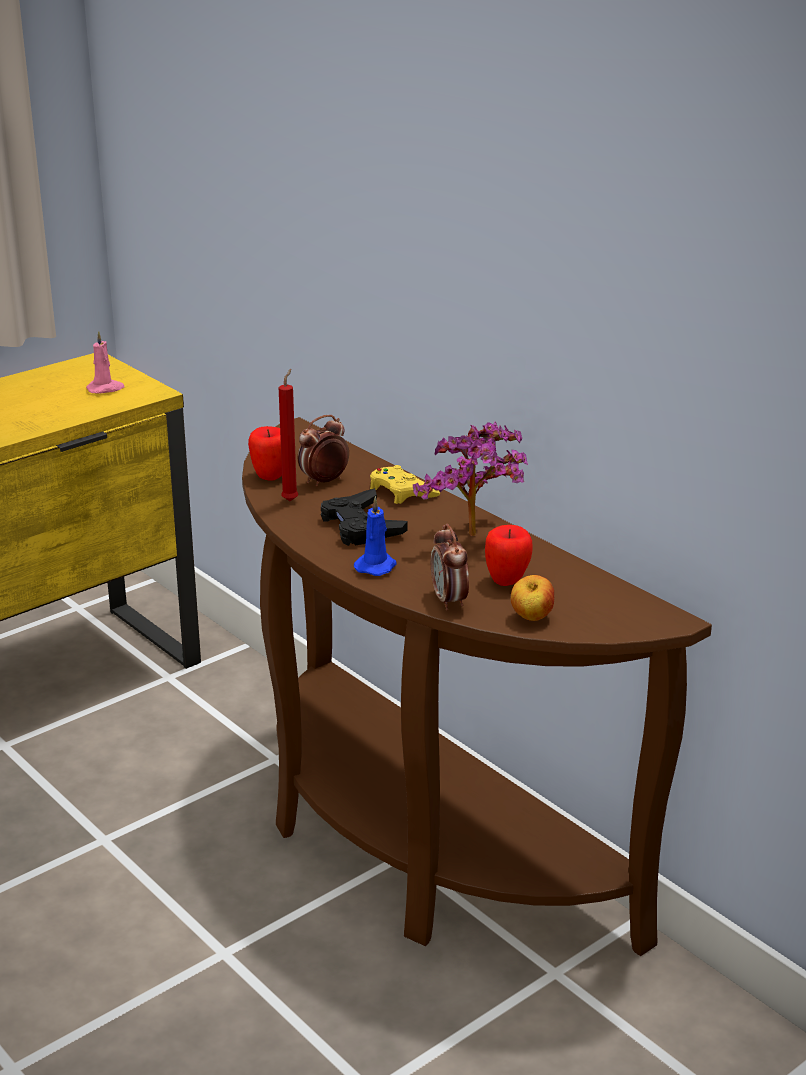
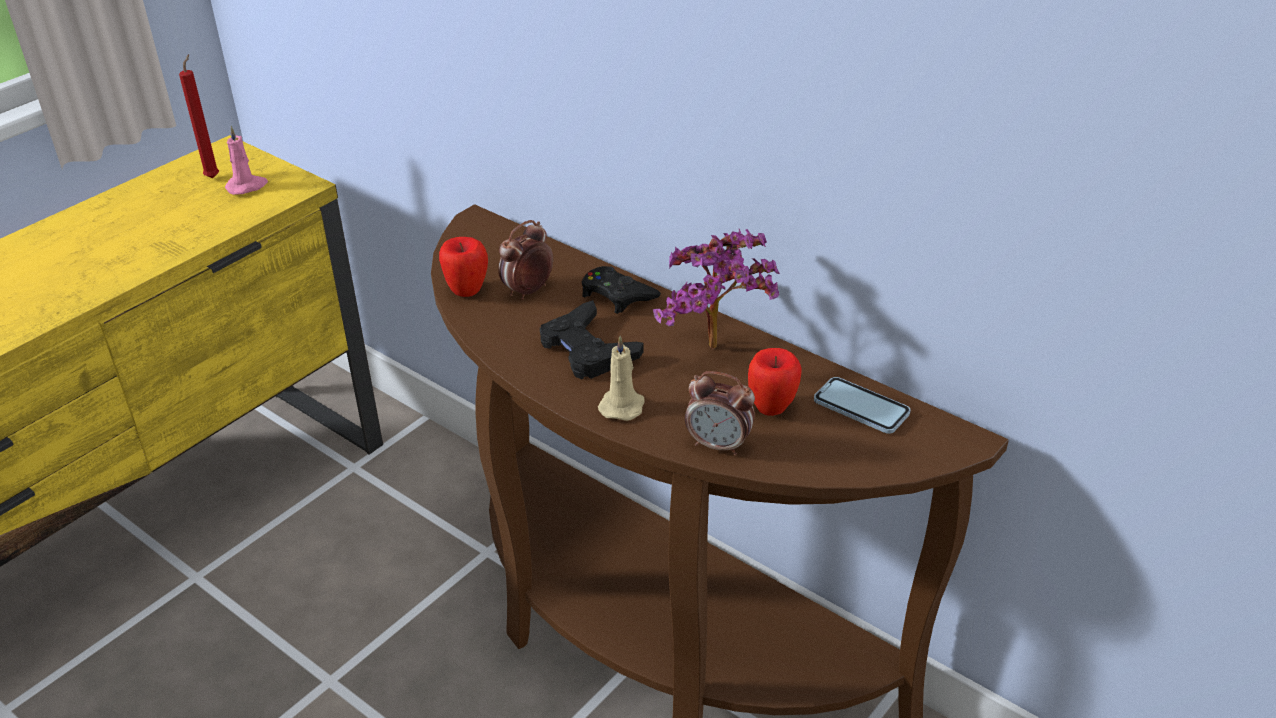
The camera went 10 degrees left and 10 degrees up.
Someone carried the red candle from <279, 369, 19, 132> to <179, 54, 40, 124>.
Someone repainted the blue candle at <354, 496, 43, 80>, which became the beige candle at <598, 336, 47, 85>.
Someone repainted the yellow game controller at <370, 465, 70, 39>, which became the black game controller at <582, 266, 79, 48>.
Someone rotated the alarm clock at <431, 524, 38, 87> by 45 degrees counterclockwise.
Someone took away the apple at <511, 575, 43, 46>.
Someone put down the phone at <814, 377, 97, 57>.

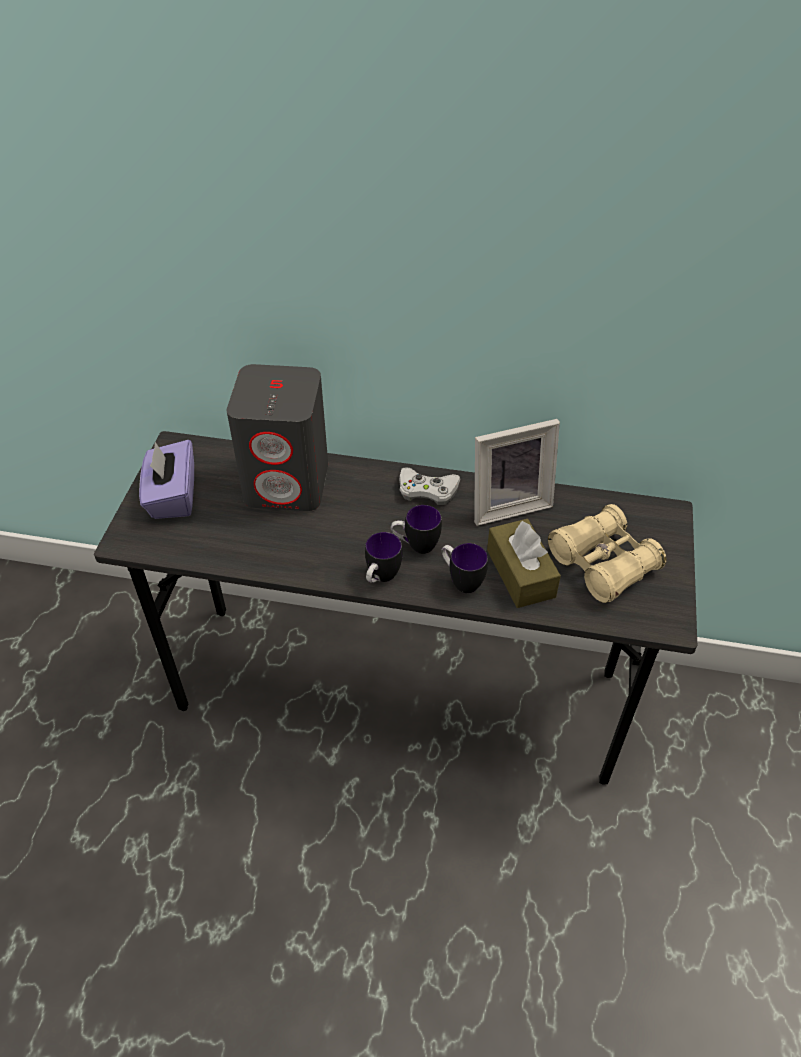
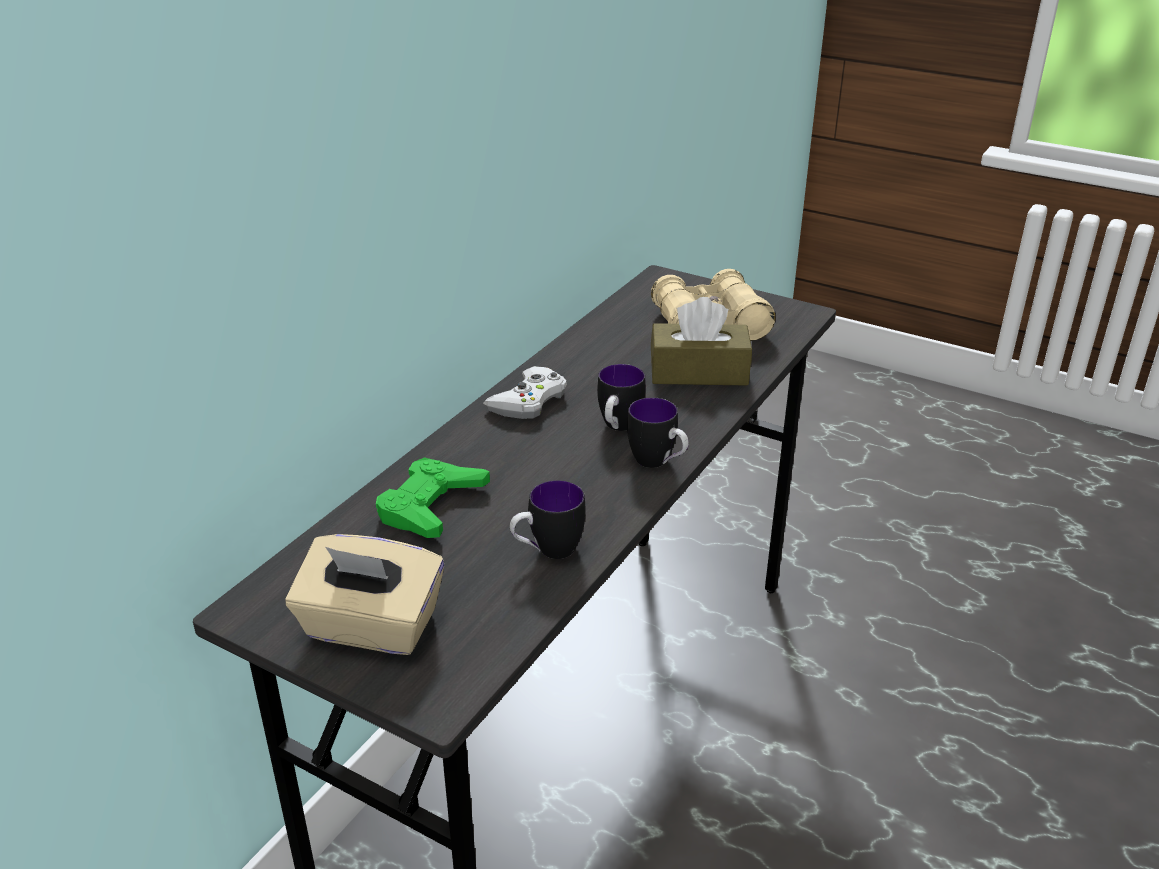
The camera went 70 degrees left and 15 degrees down.
Someone repainted the purple tissue box at <139, 440, 55, 79>, which became the beige tissue box at <285, 534, 159, 121>.
Someone swapped the grey speaker at <227, 364, 101, 147> for the green game controller at <376, 457, 114, 81>.
Someone carried the mug from <441, 543, 47, 50> to <510, 480, 76, 79>.
Someone took away the picture frame at <474, 419, 86, 107>.

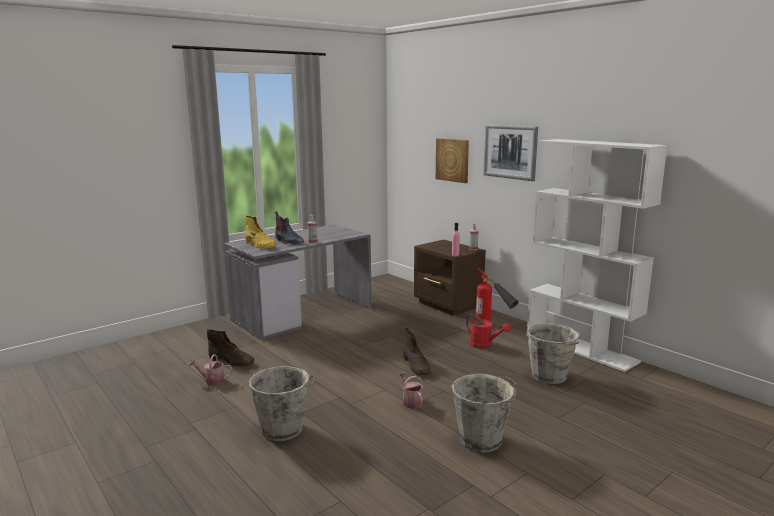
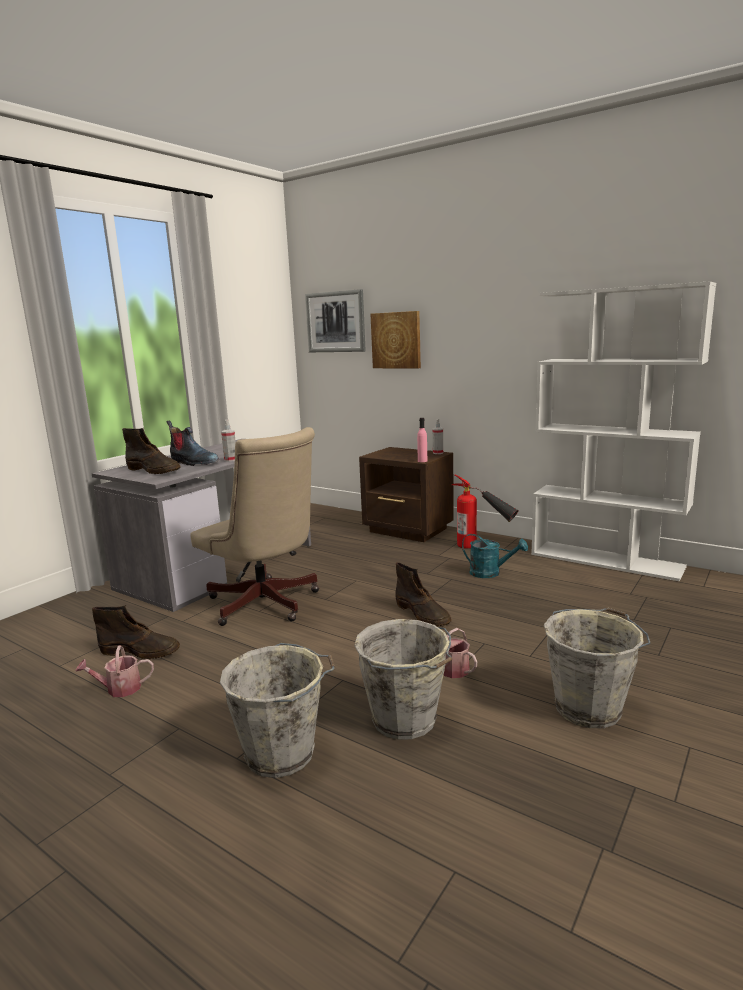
The camera went 15 degrees left and 0 degrees up.
Someone repainted the yellow boot at <245, 215, 31, 34>, which became the brown boot at <122, 428, 59, 46>.
Someone repainted the red watering can at <466, 314, 45, 35>, which became the turquoise watering can at <462, 534, 66, 44>.
Someone carried the picture from <483, 125, 55, 56> to <305, 289, 61, 63>.
Someone carried the grey bucket from <527, 323, 53, 61> to <354, 619, 98, 121>.
Someone put down the beige office chair at <190, 427, 129, 199>.

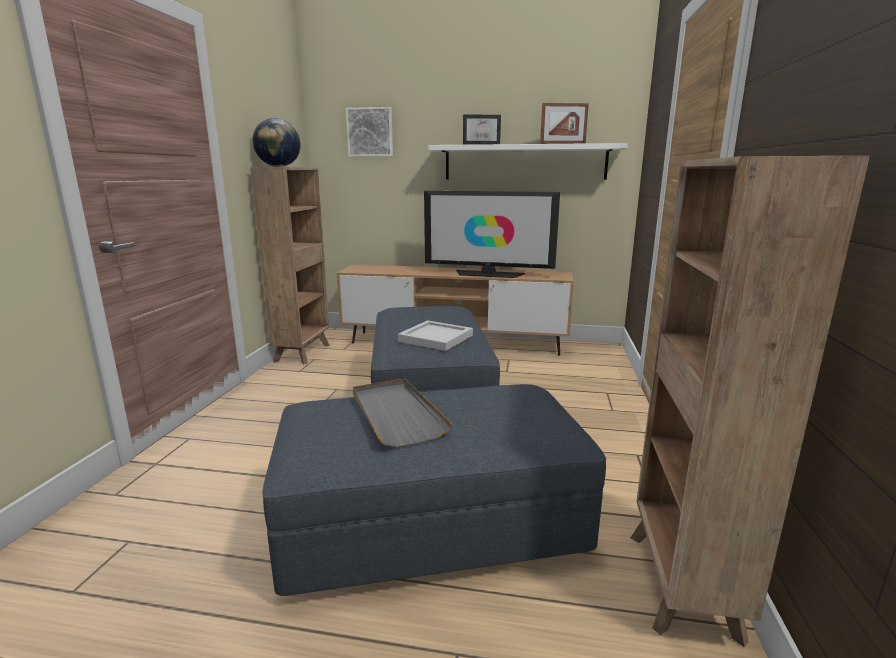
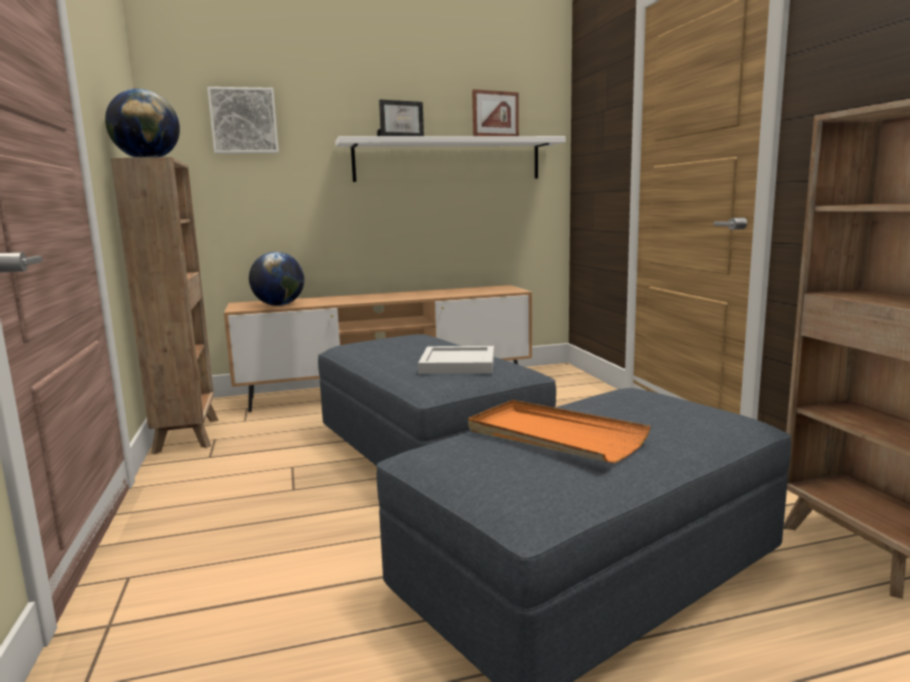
The camera went 25 degrees left and 5 degrees down.
Someone repainted the grey tray at <353, 379, 100, 68>, which became the orange tray at <468, 400, 183, 63>.
Someone took away the television at <424, 191, 136, 87>.
Someone put down the globe at <249, 252, 56, 54>.

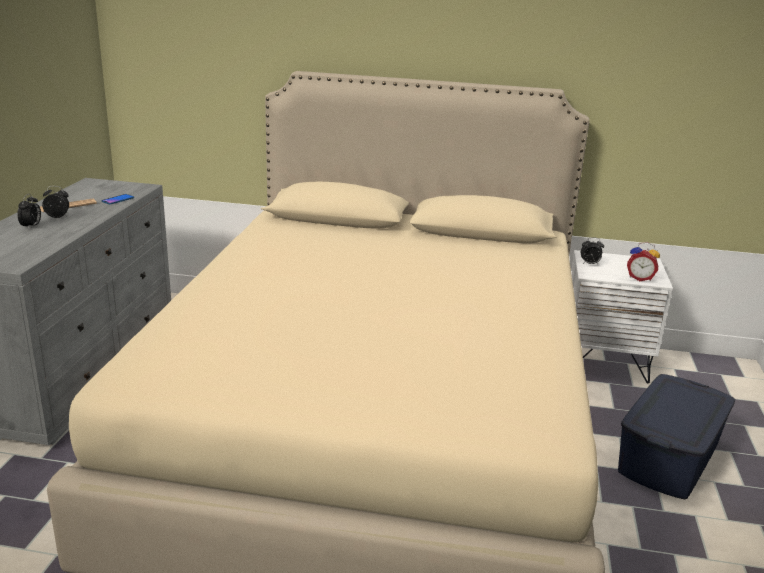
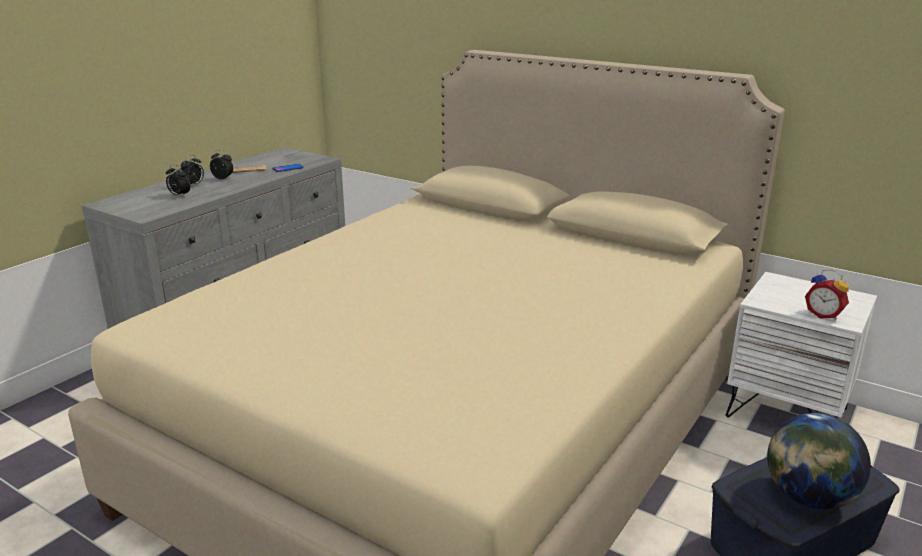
The camera went 25 degrees right and 0 degrees up.
Someone carried the alarm clock from <581, 237, 23, 28> to <166, 164, 24, 32>.
Someone put down the globe at <767, 413, 104, 96>.

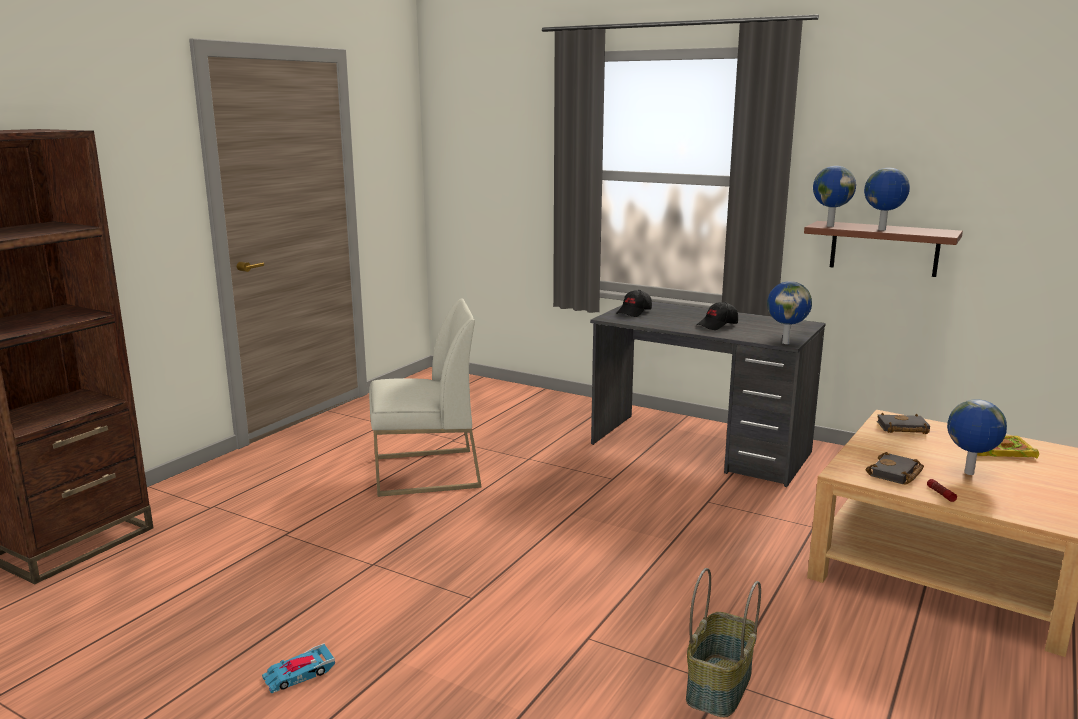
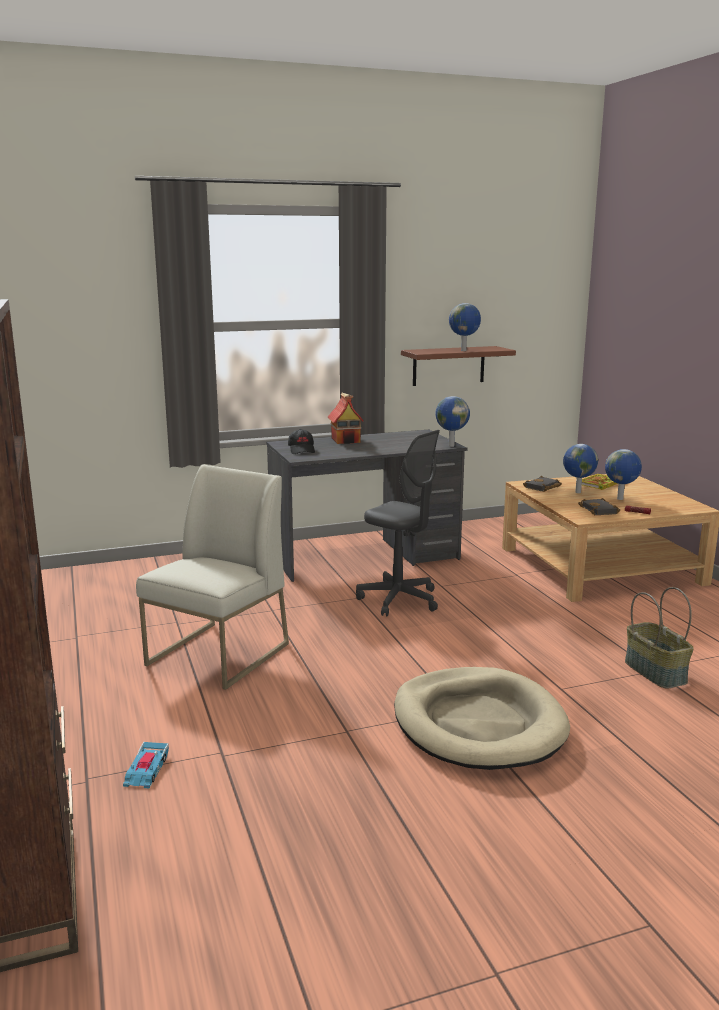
The camera went 50 degrees left and 0 degrees up.
Someone carried the toy car from <262, 643, 73, 51> to <123, 742, 46, 46>.
Someone took away the black cap at <697, 302, 41, 28>.
Someone carried the globe from <813, 166, 43, 61> to <563, 444, 35, 49>.
Someone put down the toy house at <328, 393, 36, 51>.
Someone put down the grey office chair at <356, 430, 84, 186>.
Someone put down the beige dog bed at <394, 667, 176, 103>.

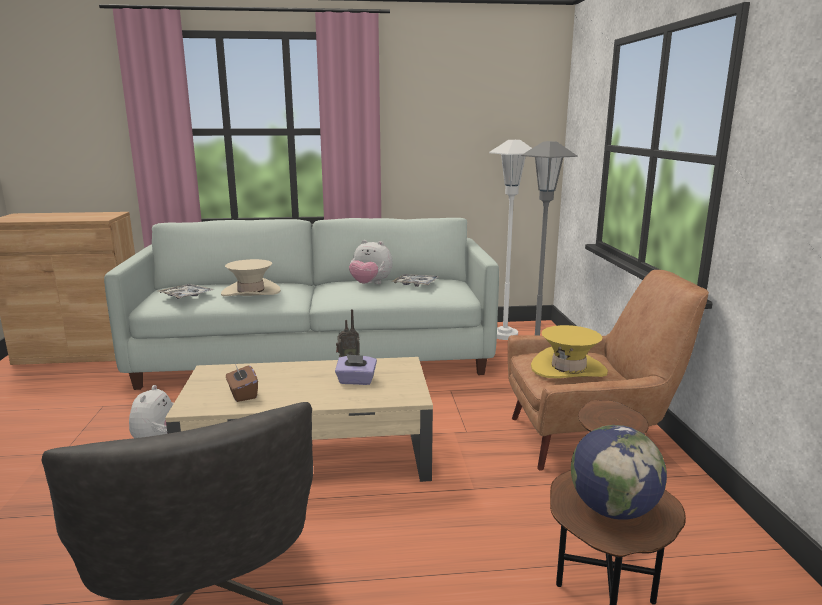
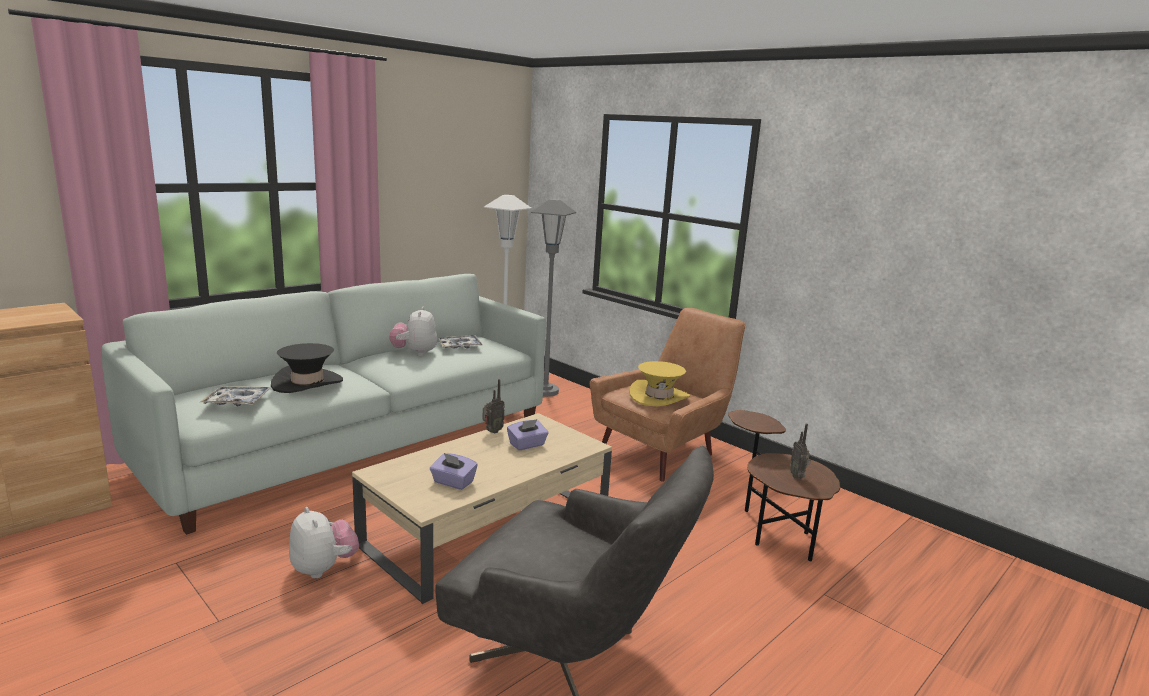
The camera went 40 degrees left and 0 degrees up.
Someone repainted the beige hat at <221, 259, 60, 37>, which became the black hat at <271, 343, 72, 50>.
Someone repainted the brown tissue box at <226, 364, 32, 38>, which became the purple tissue box at <430, 453, 48, 37>.
Someone rotated the plush toy at <349, 240, 43, 44> by 105 degrees clockwise.
Someone swapped the globe at <571, 425, 96, 95> for the radio at <790, 424, 21, 55>.

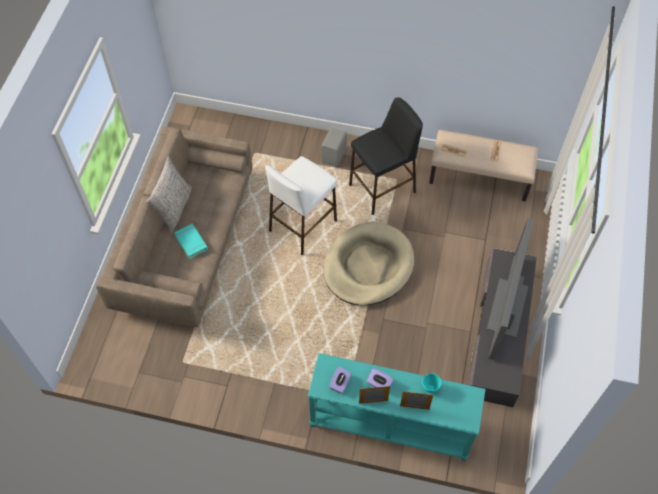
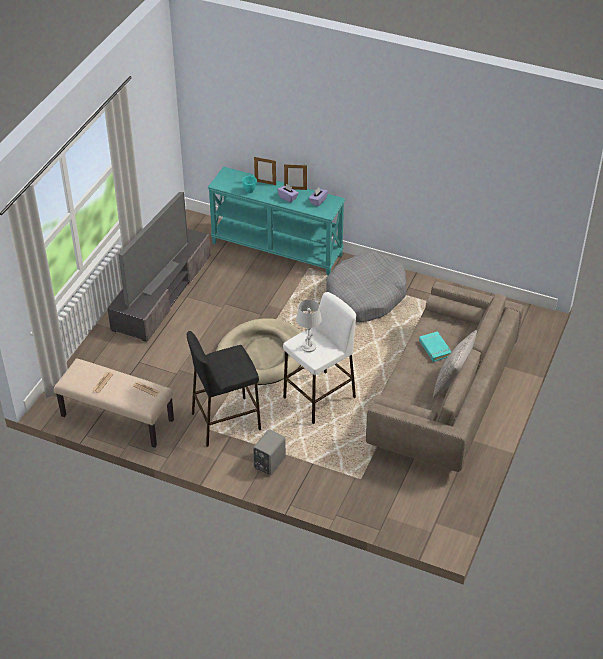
The camera went 170 degrees left and 15 degrees down.
Someone put down the white table lamp at <296, 300, 26, 52>.
Someone put down the grey dog bed at <326, 251, 81, 71>.

